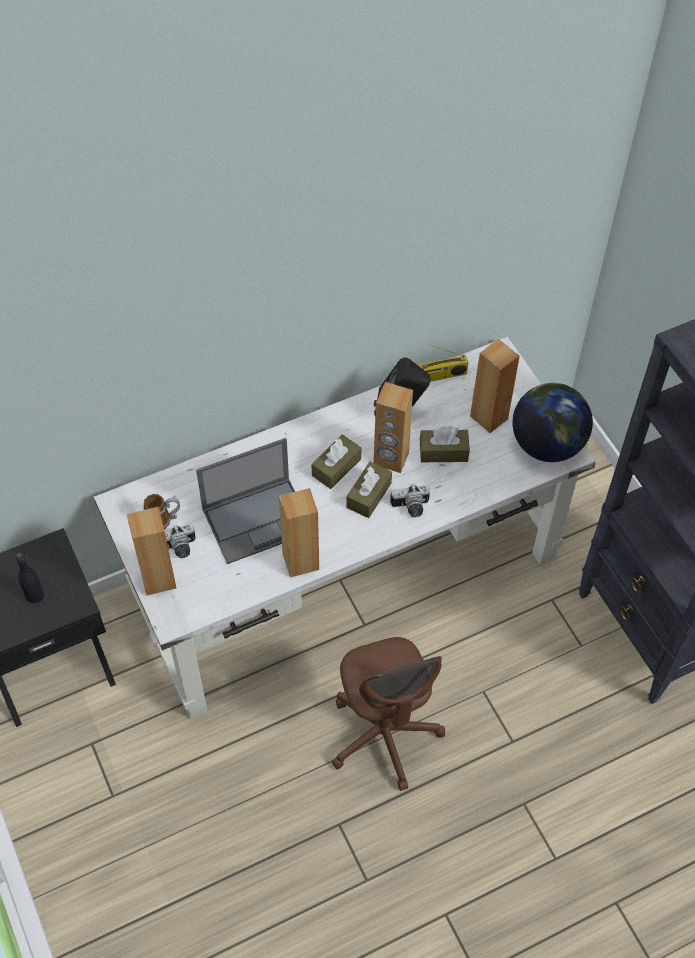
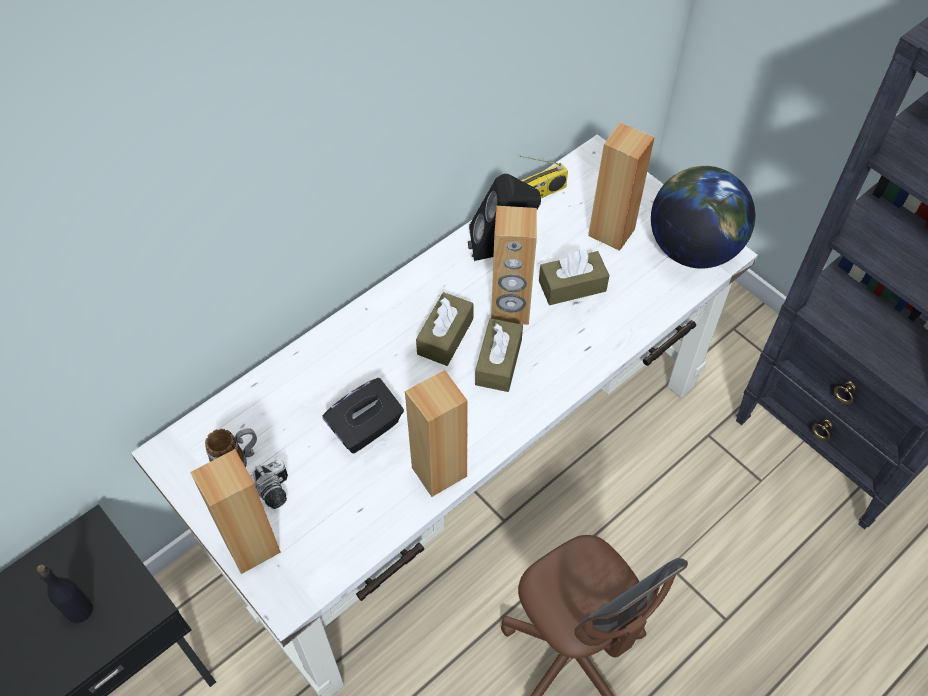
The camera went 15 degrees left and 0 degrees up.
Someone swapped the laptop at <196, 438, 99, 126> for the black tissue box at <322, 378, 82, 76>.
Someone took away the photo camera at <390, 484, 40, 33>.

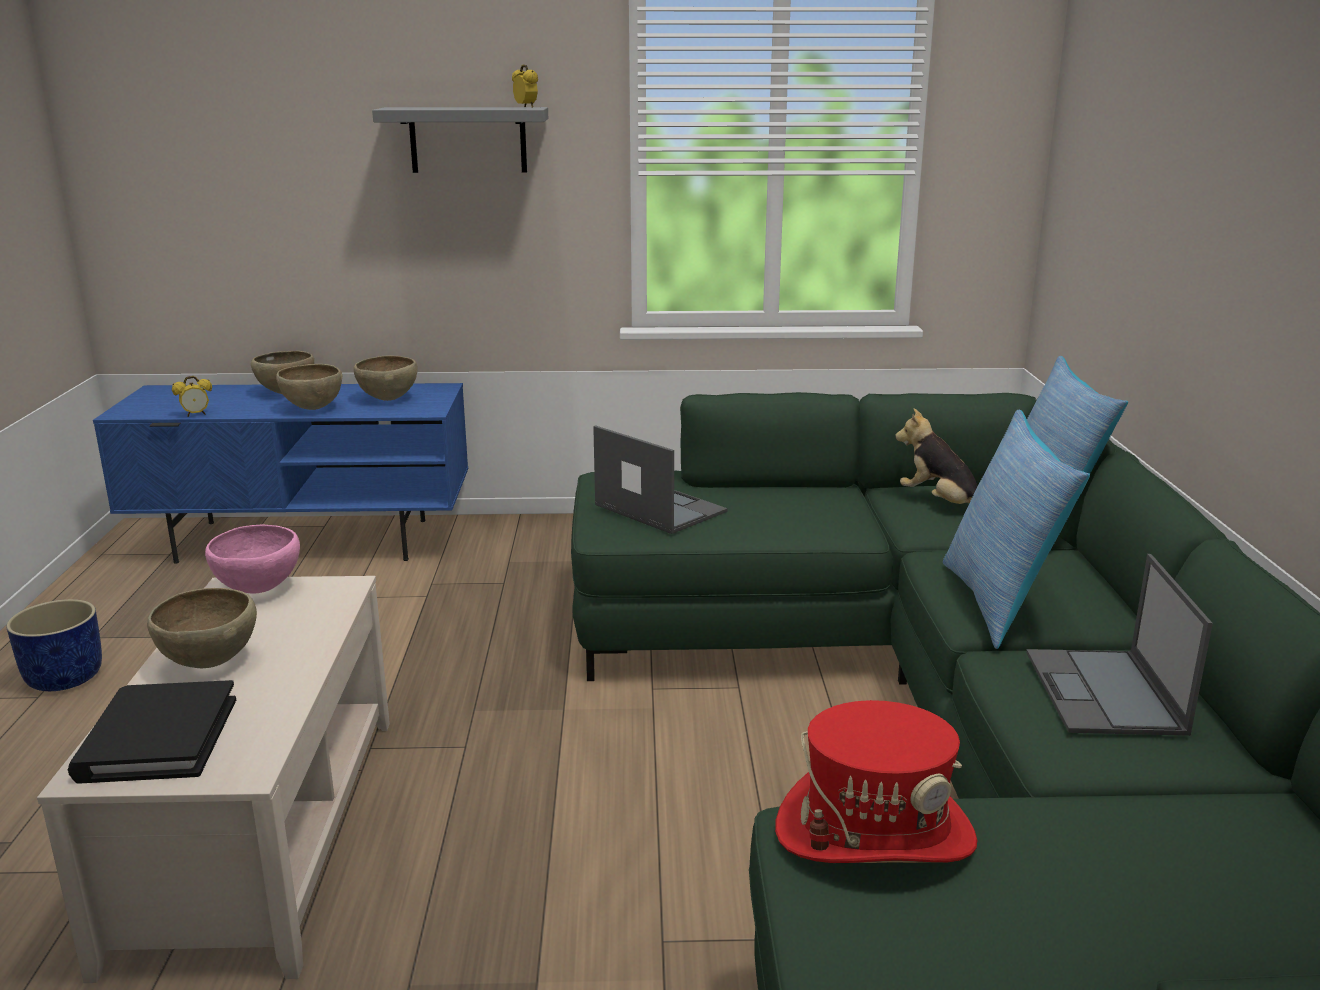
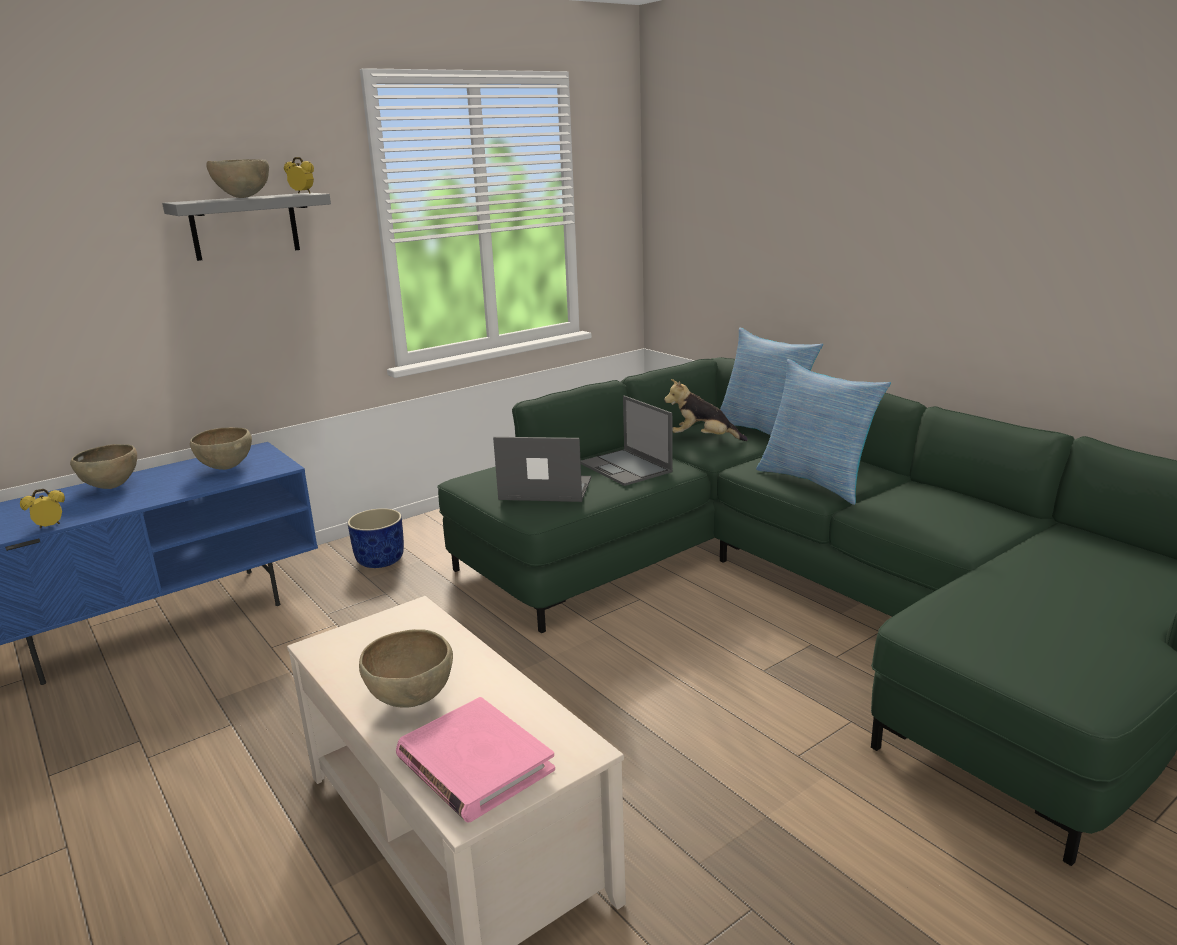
The camera went 35 degrees left and 0 degrees up.
Someone carried the blue planter from <6, 599, 96, 92> to <347, 508, 57, 60>.
Someone repainted the black book at <68, 680, 168, 104>, which became the pink book at <396, 697, 159, 125>.
Someone rotated the alarm clock at <172, 376, 40, 41> by 150 degrees counterclockwise.
Someone took away the pink bowl at <205, 525, 95, 68>.
Someone carried the brown bowl from <276, 364, 66, 46> to <206, 159, 63, 39>.
Someone took away the red hat at <775, 700, 202, 163>.
Someone carried the laptop from <1026, 554, 187, 182> to <581, 395, 92, 91>.

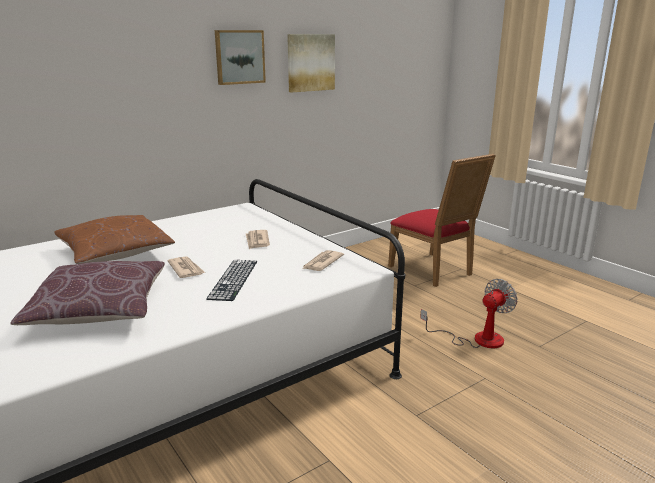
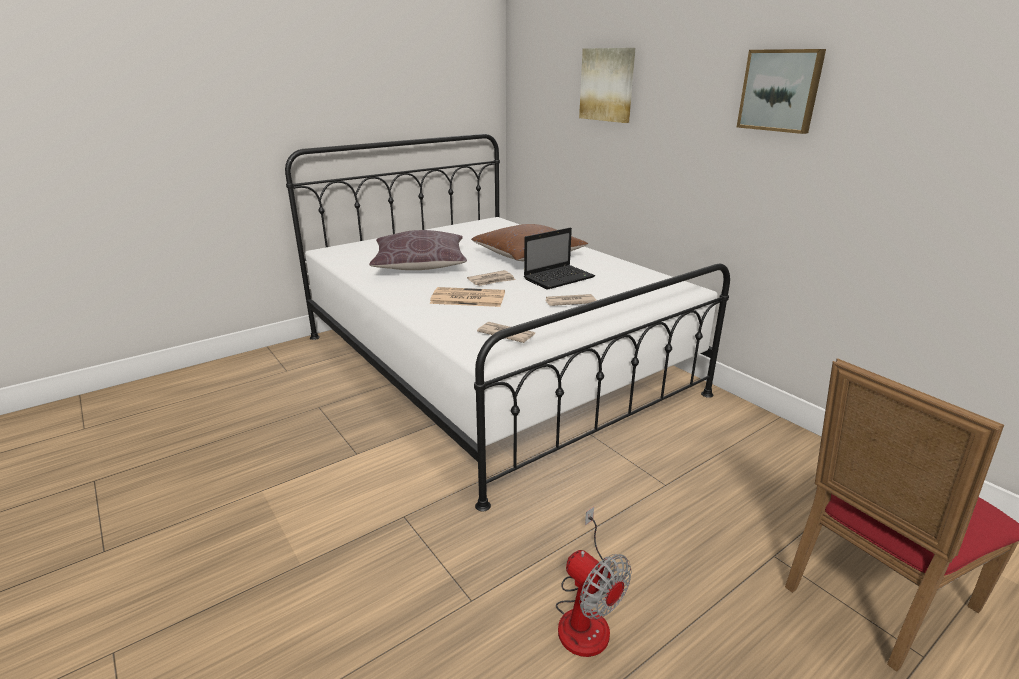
The camera went 90 degrees right and 5 degrees up.
Someone swapped the keyboard at <206, 260, 51, 41> for the newspaper at <430, 287, 75, 20>.
Someone carried the picture from <287, 34, 48, 59> to <579, 48, 56, 75>.
Someone put down the laptop at <524, 227, 71, 63>.

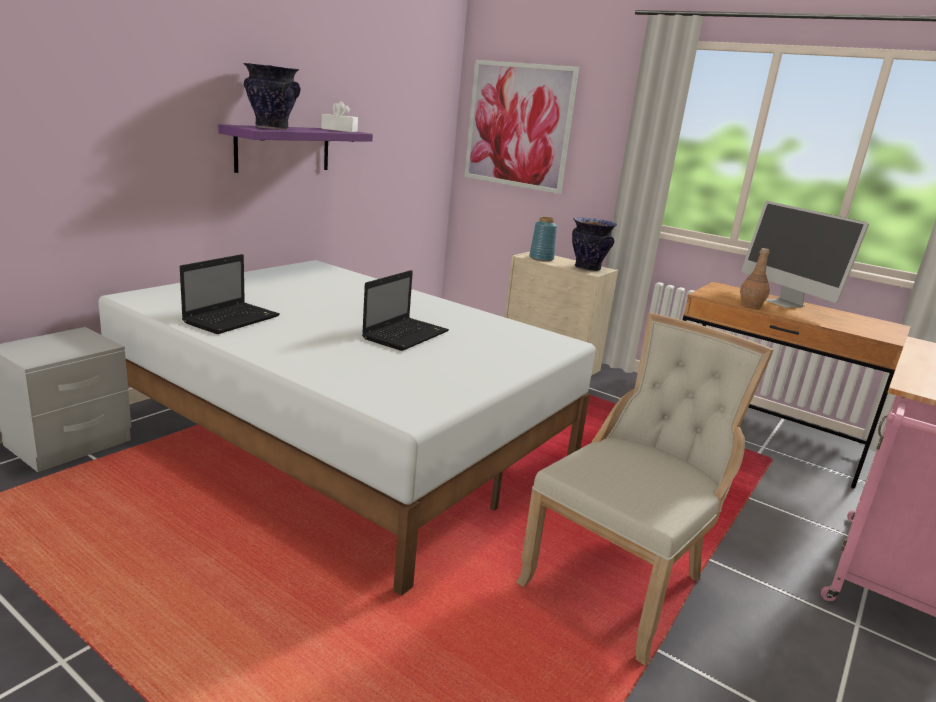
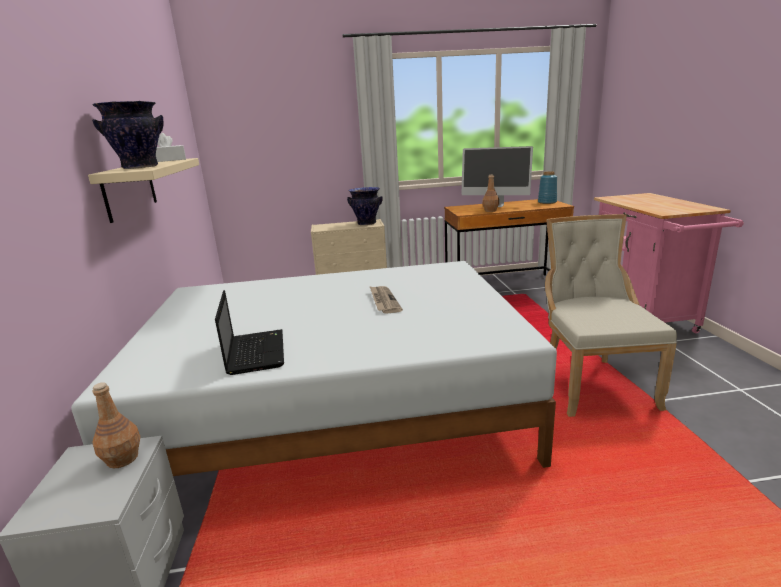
The camera went 40 degrees left and 0 degrees up.
Someone repainted the purple shelf at <218, 125, 155, 48>, which became the beige shelf at <88, 158, 111, 65>.
Someone swapped the laptop at <362, 270, 87, 81> for the newspaper at <370, 286, 33, 28>.
Someone took away the picture at <464, 60, 115, 134>.
Someone carried the blue vase from <529, 217, 28, 45> to <538, 171, 19, 33>.
Someone put down the brown bottle at <92, 382, 48, 86>.

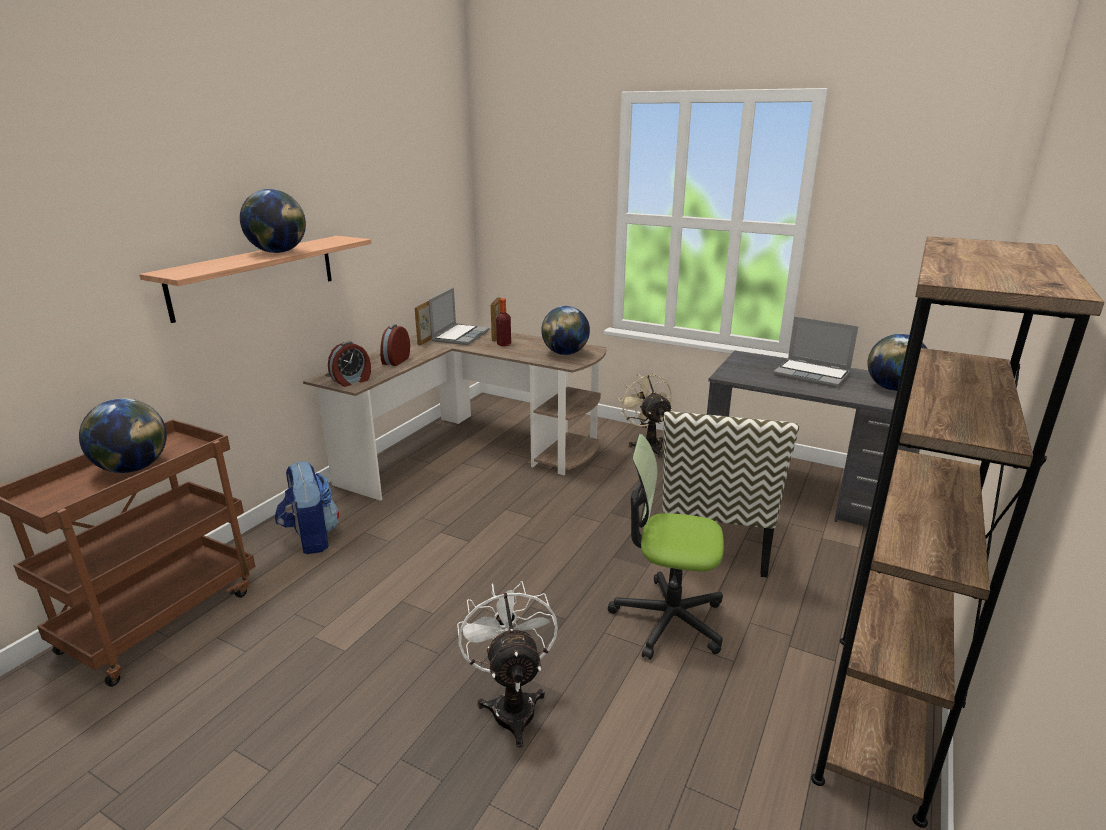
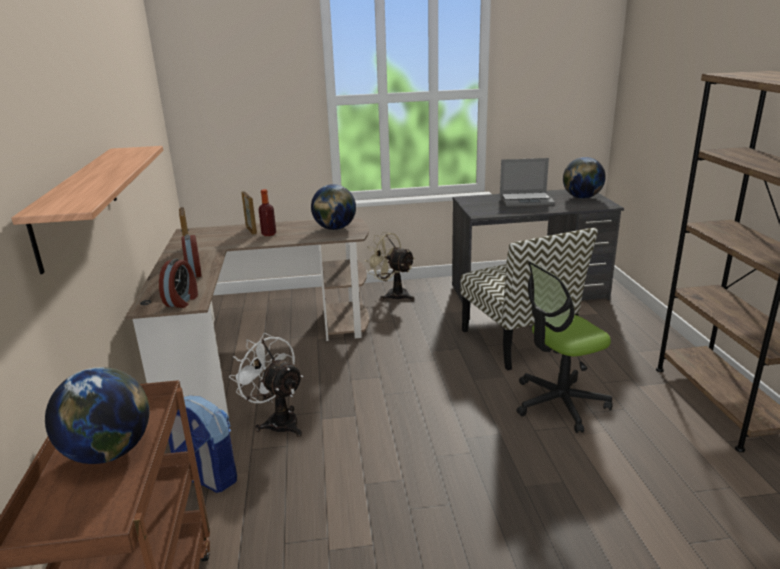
The camera went 35 degrees left and 0 degrees up.
Someone took away the globe at <240, 189, 66, 64>.
Someone took away the laptop at <429, 288, 61, 57>.
Someone carried the white fan from <457, 581, 101, 167> to <229, 333, 74, 104>.

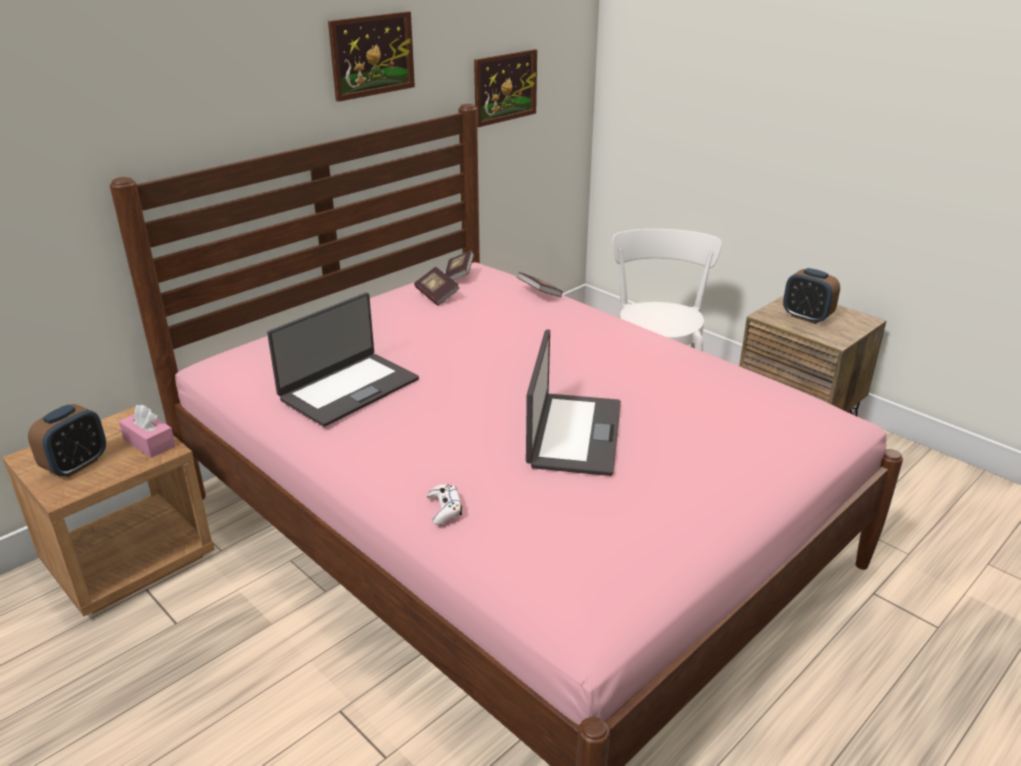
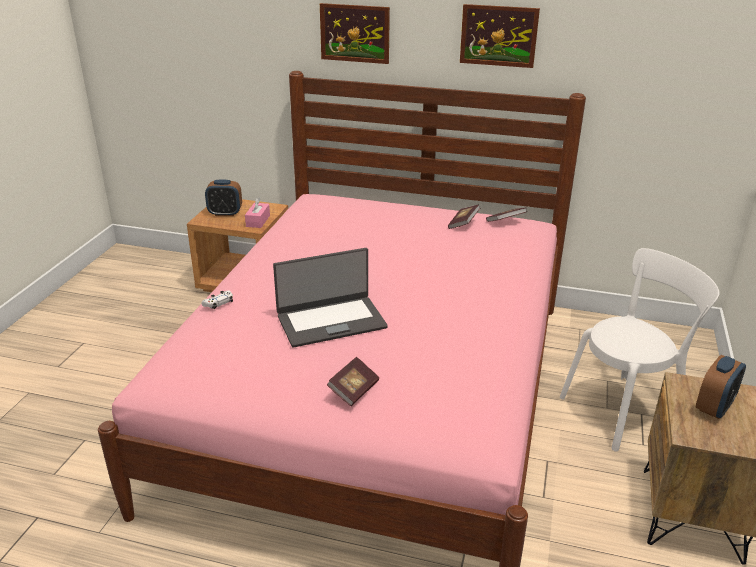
The camera went 60 degrees right and 0 degrees up.
Someone took away the laptop at <267, 293, 152, 134>.
Someone carried the picture from <474, 49, 63, 78> to <320, 3, 70, 61>.
Someone carried the book from <517, 272, 46, 25> to <327, 357, 52, 49>.
Someone rotated the alarm clock at <783, 268, 57, 56> by 150 degrees counterclockwise.

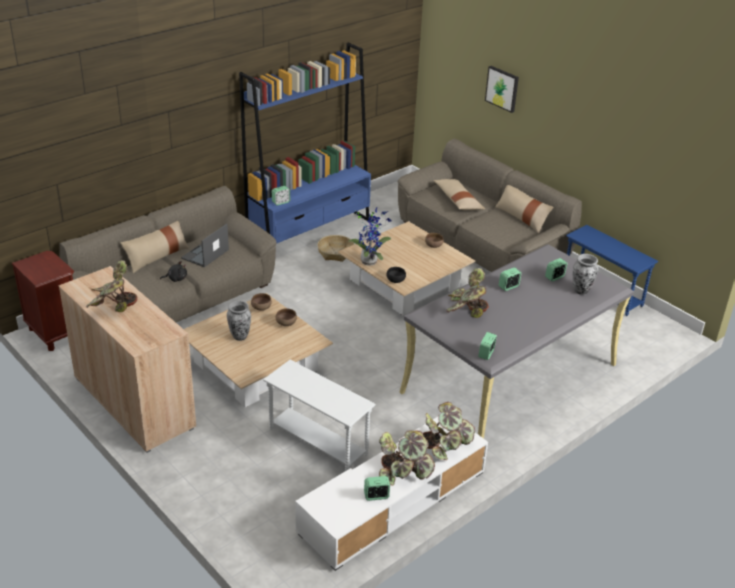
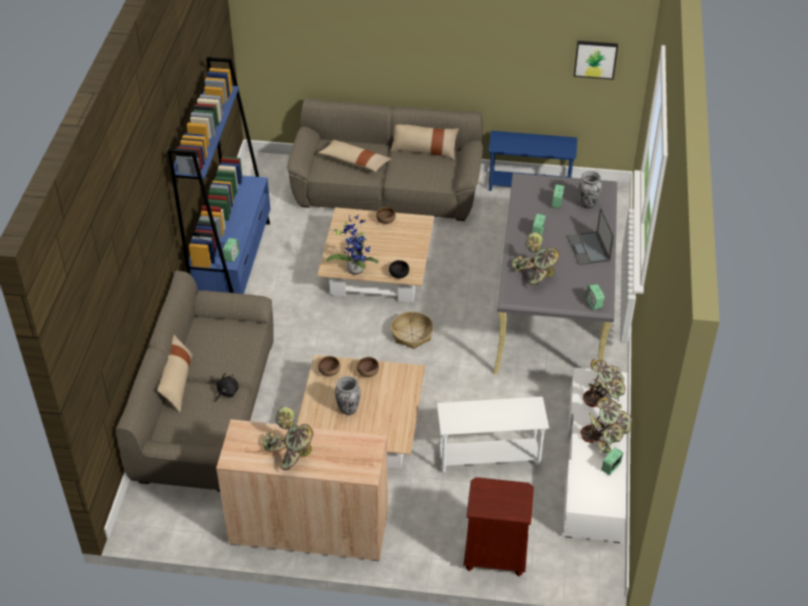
The camera went 40 degrees left and 10 degrees up.
Someone carried the brown nightstand from <12, 251, 62, 100> to <464, 477, 70, 100>.
Someone carried the laptop from <181, 224, 48, 43> to <567, 208, 47, 57>.
Someone carried the basket from <317, 235, 37, 27> to <391, 311, 43, 38>.
Someone carried the picture from <485, 66, 34, 47> to <574, 41, 44, 39>.

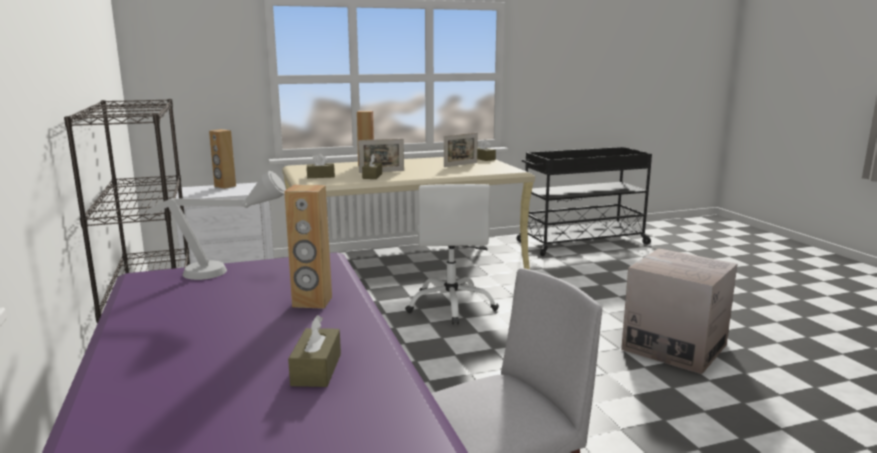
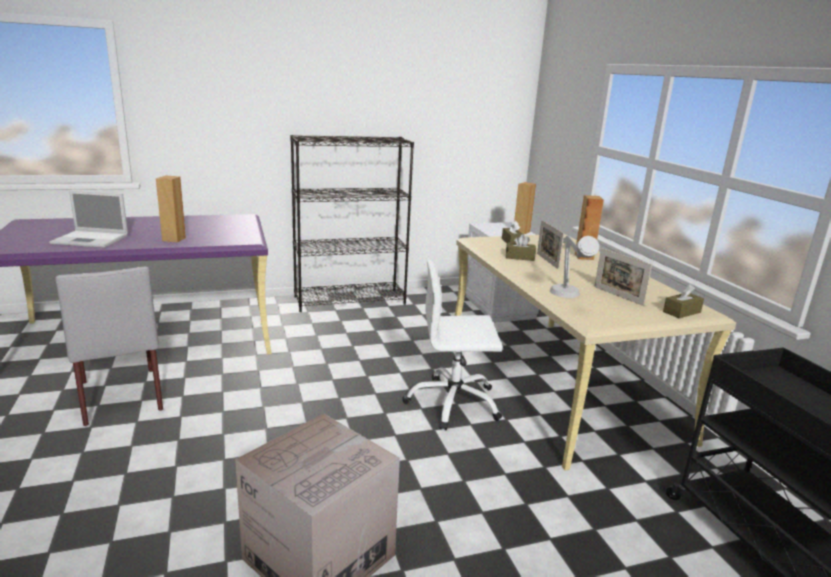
The camera went 90 degrees right and 5 degrees up.
Someone carried the grey table lamp from <148, 171, 138, 109> to <550, 236, 49, 62>.
Someone swapped the brown tissue box at <288, 316, 53, 71> for the laptop at <49, 190, 79, 58>.

